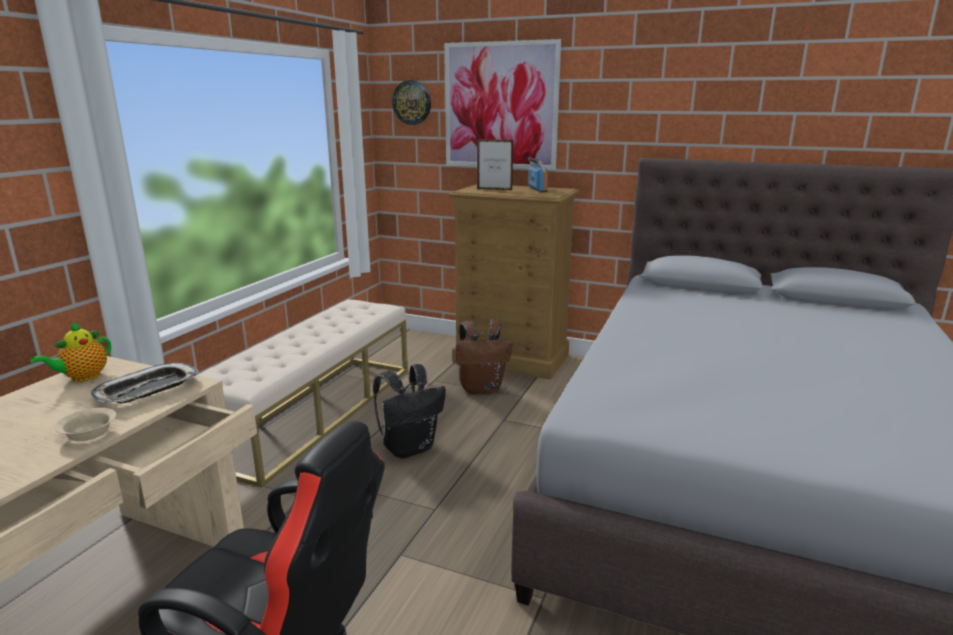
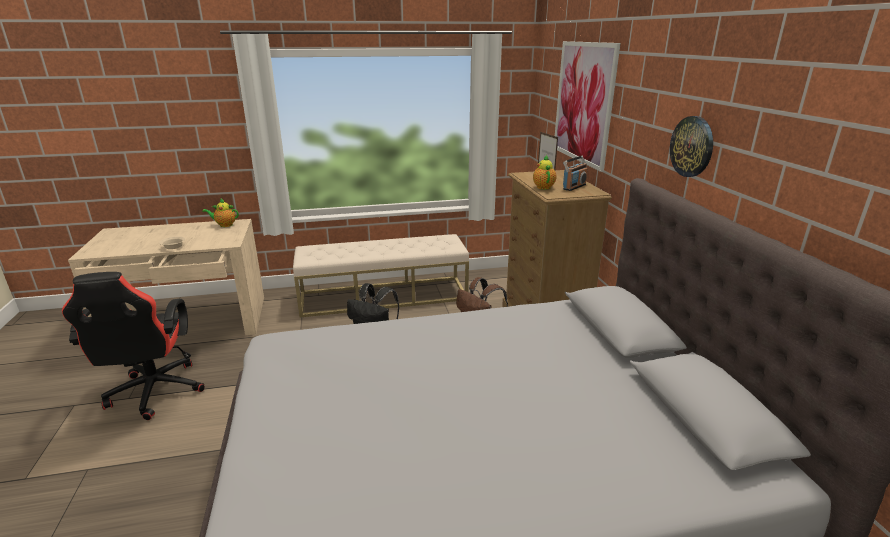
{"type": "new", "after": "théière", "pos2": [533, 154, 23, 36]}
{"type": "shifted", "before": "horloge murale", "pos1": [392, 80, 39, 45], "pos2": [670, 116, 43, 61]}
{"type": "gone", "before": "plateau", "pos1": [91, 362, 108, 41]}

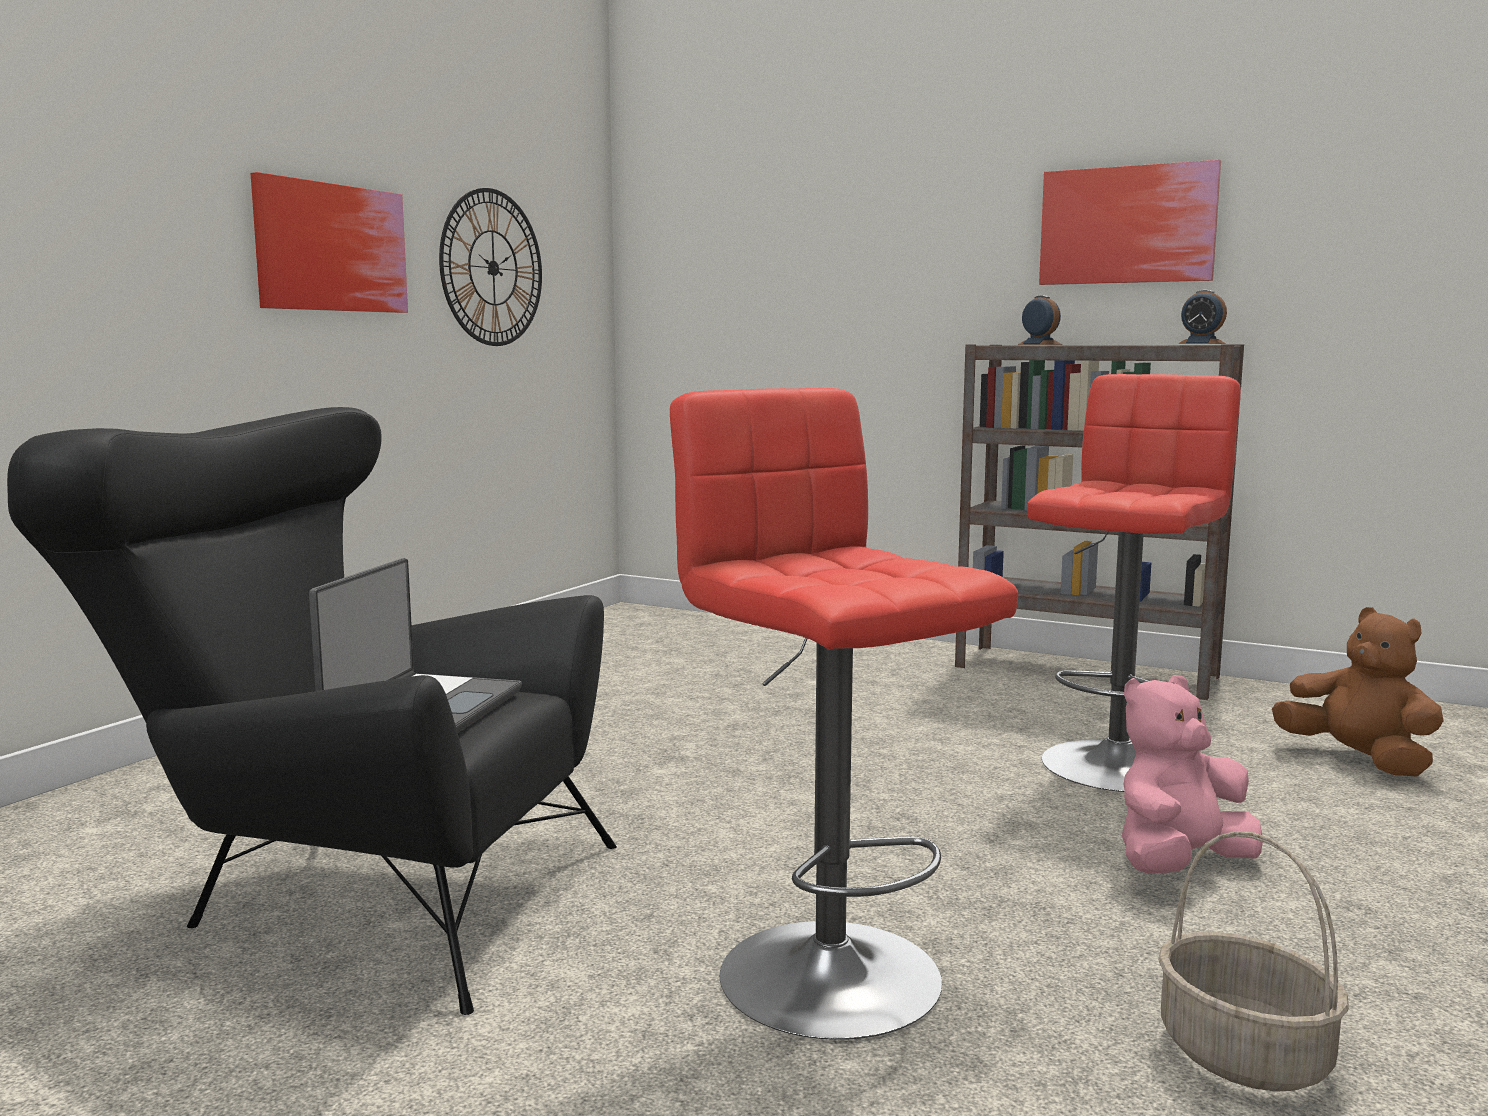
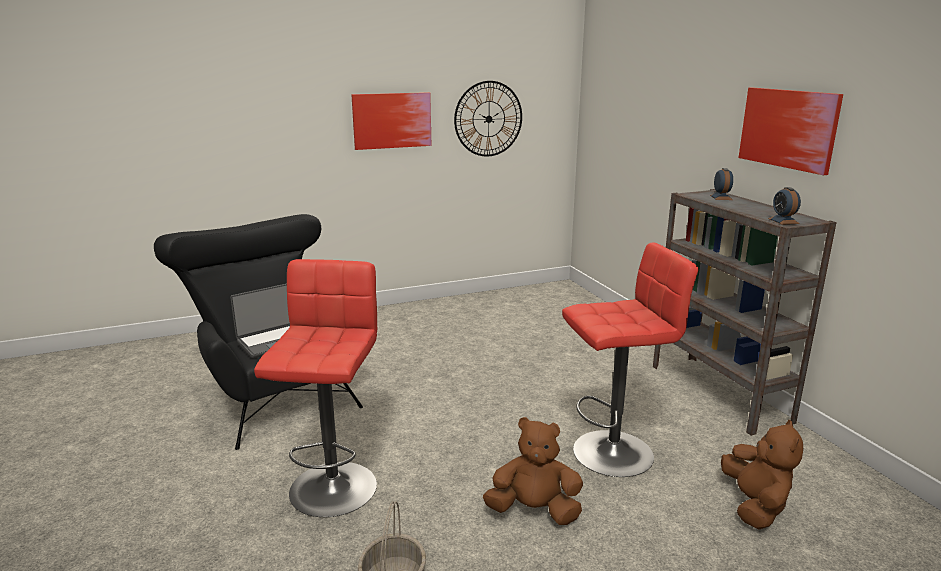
{"type": "repainted", "before": "peluche [rose]", "after": "peluche [marron]", "pos1": [1122, 675, 141, 199], "pos2": [483, 417, 100, 108]}

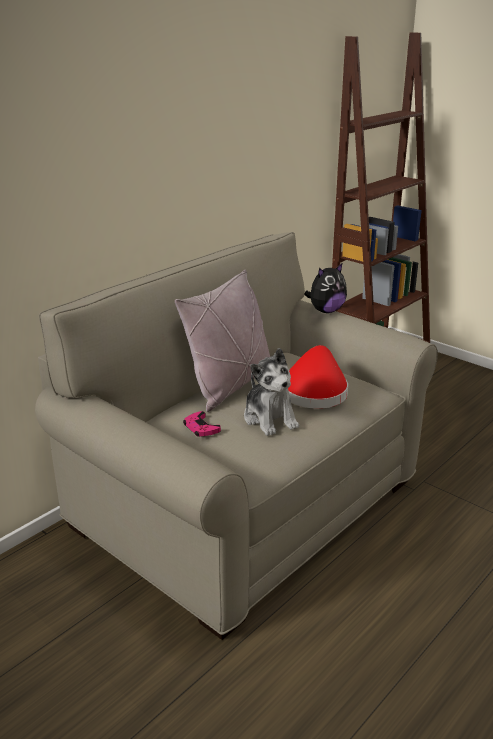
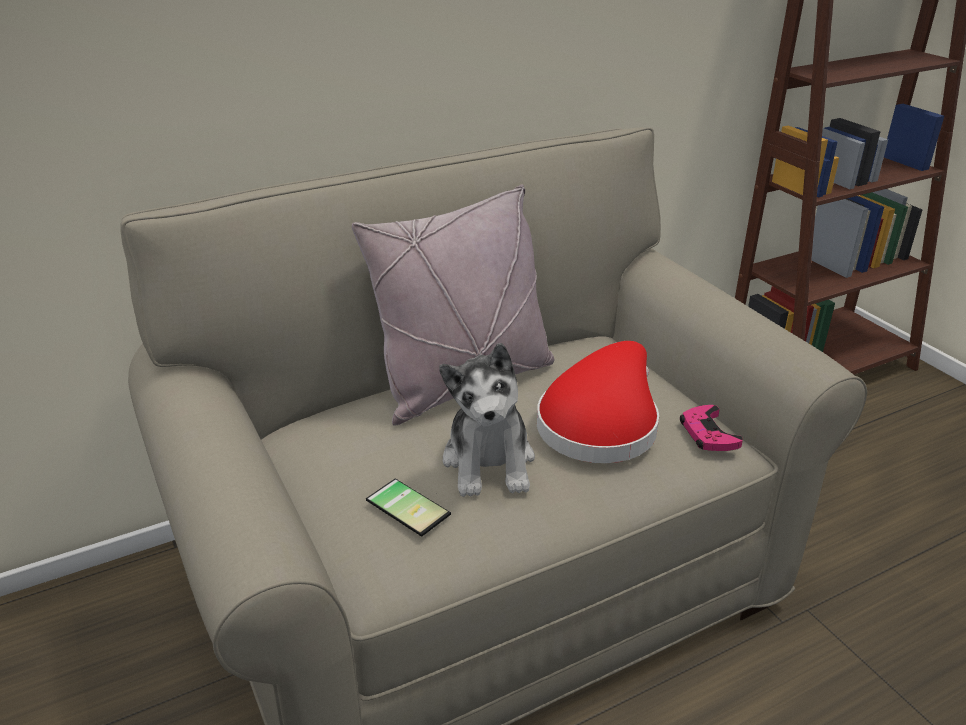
{"type": "new", "after": "téléphone", "pos2": [366, 478, 85, 59]}
{"type": "shifted", "before": "manette [rose]", "pos1": [183, 411, 38, 26], "pos2": [680, 405, 63, 46]}
{"type": "gone", "before": "peluche", "pos1": [304, 263, 43, 50]}

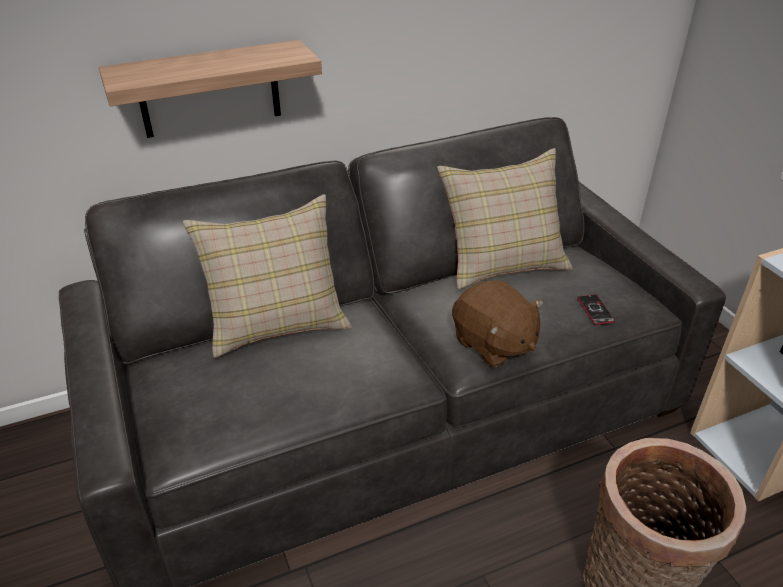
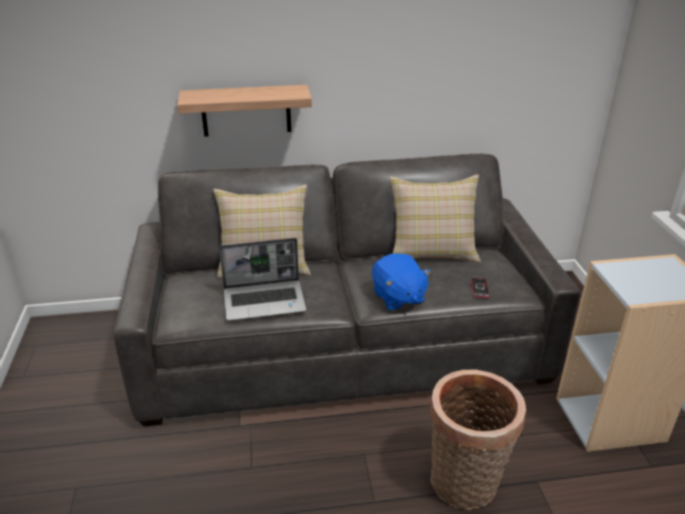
{"type": "new", "after": "ordinateur portable", "pos2": [219, 238, 88, 83]}
{"type": "repainted", "before": "peluche [marron]", "after": "peluche [bleu]", "pos1": [452, 280, 92, 87], "pos2": [372, 253, 59, 58]}

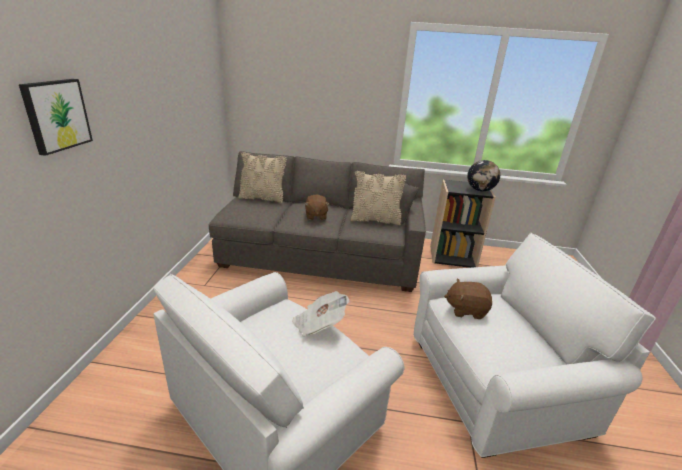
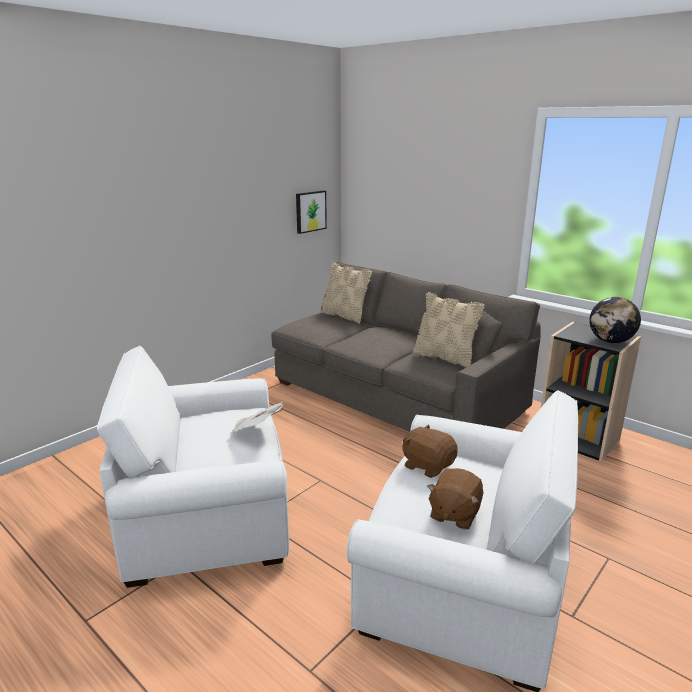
{"type": "shifted", "before": "tableau", "pos1": [19, 79, 74, 77], "pos2": [296, 190, 31, 44]}
{"type": "shifted", "before": "peluche [marron]", "pos1": [305, 194, 24, 26], "pos2": [427, 468, 57, 62]}

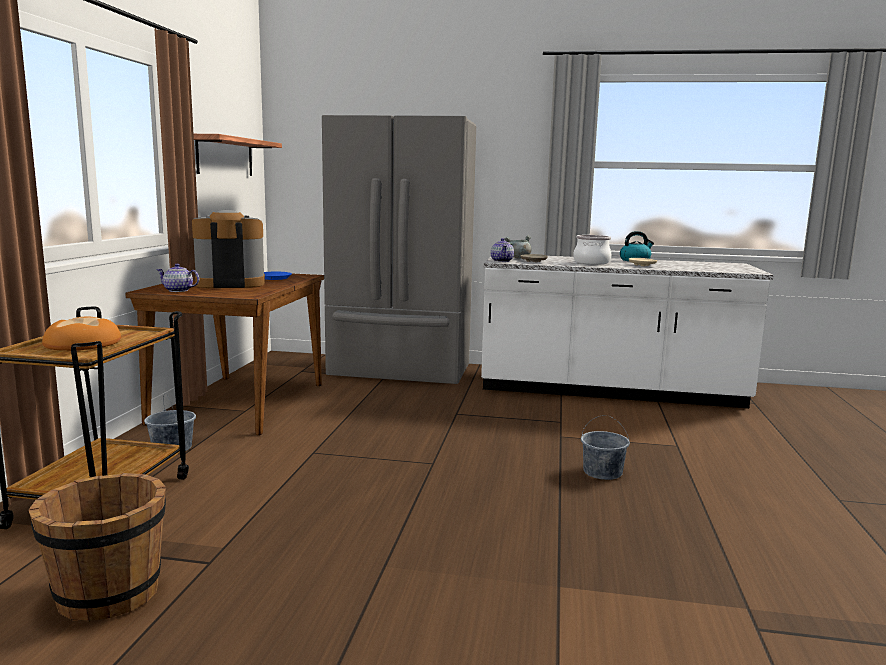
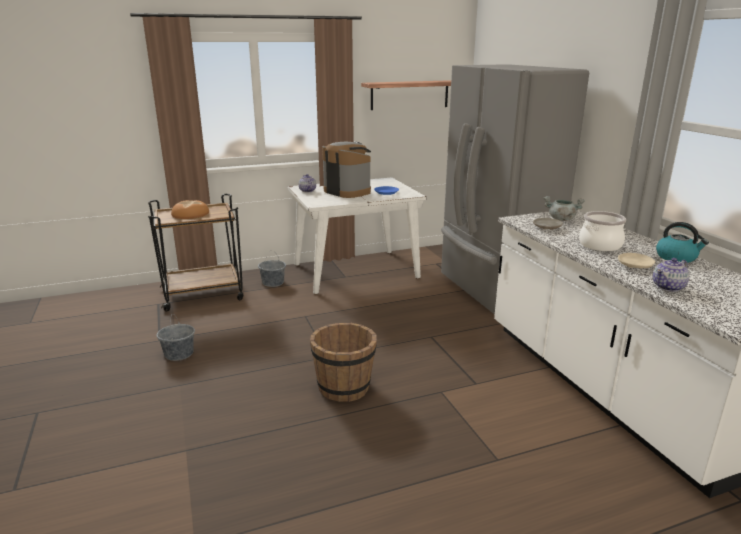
{"type": "shifted", "before": "seau [gris]", "pos1": [581, 415, 49, 65], "pos2": [157, 317, 38, 44]}
{"type": "repainted", "before": "table à manger [marron]", "after": "table à manger [blanc]", "pos1": [125, 274, 199, 161], "pos2": [288, 177, 138, 117]}
{"type": "shifted", "before": "seau [marron]", "pos1": [28, 473, 138, 148], "pos2": [310, 323, 67, 79]}
{"type": "shifted", "before": "théière", "pos1": [490, 238, 24, 24], "pos2": [653, 258, 37, 34]}

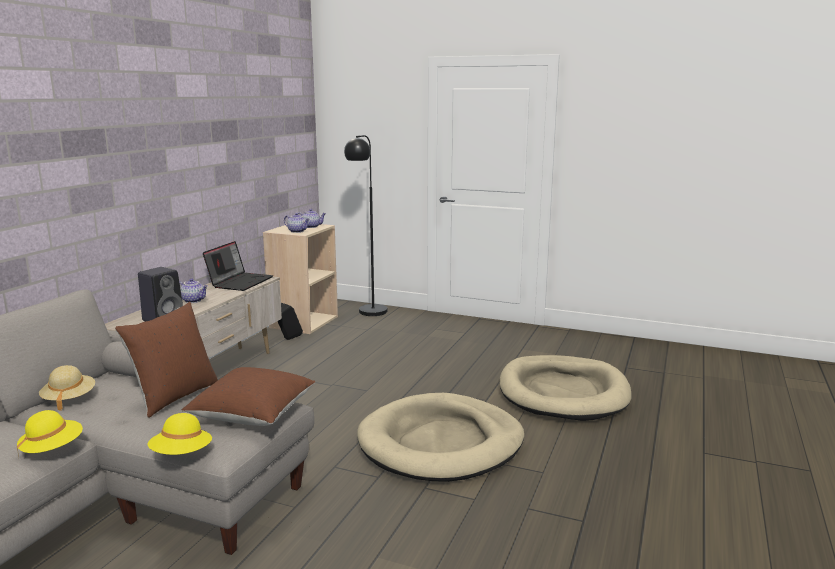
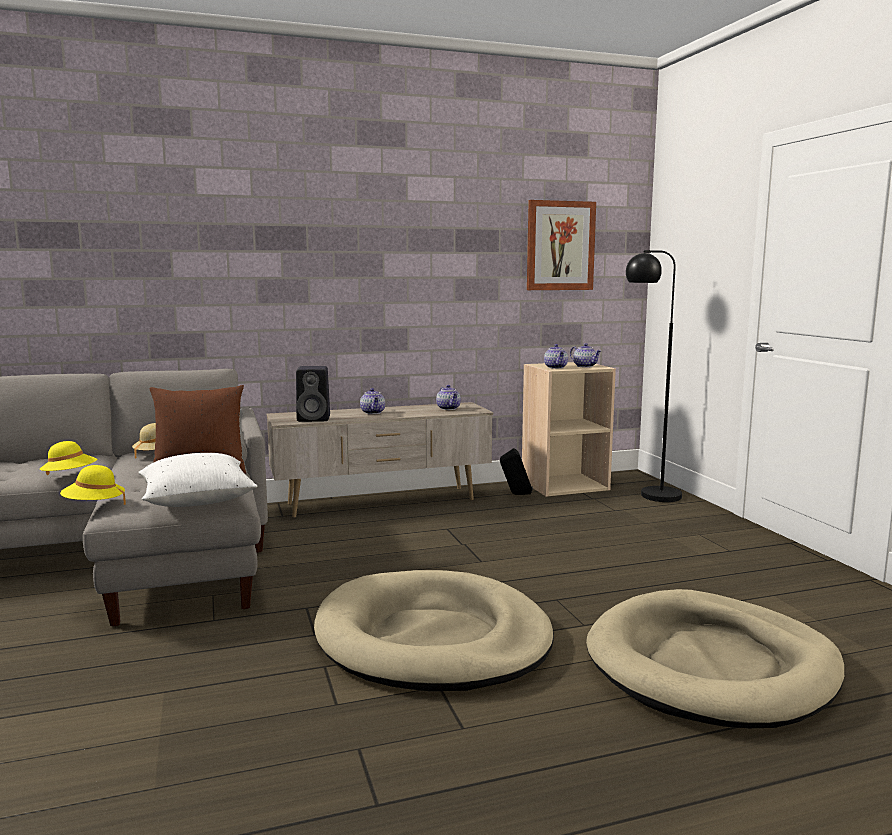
{"type": "repainted", "before": "coussin [marron]", "after": "coussin [blanc]", "pos1": [182, 367, 134, 59], "pos2": [138, 453, 119, 54]}
{"type": "swapped", "before": "ordinateur portable", "after": "théière", "pos1": [203, 241, 70, 50], "pos2": [436, 385, 25, 25]}
{"type": "new", "after": "tableau", "pos2": [527, 200, 69, 90]}

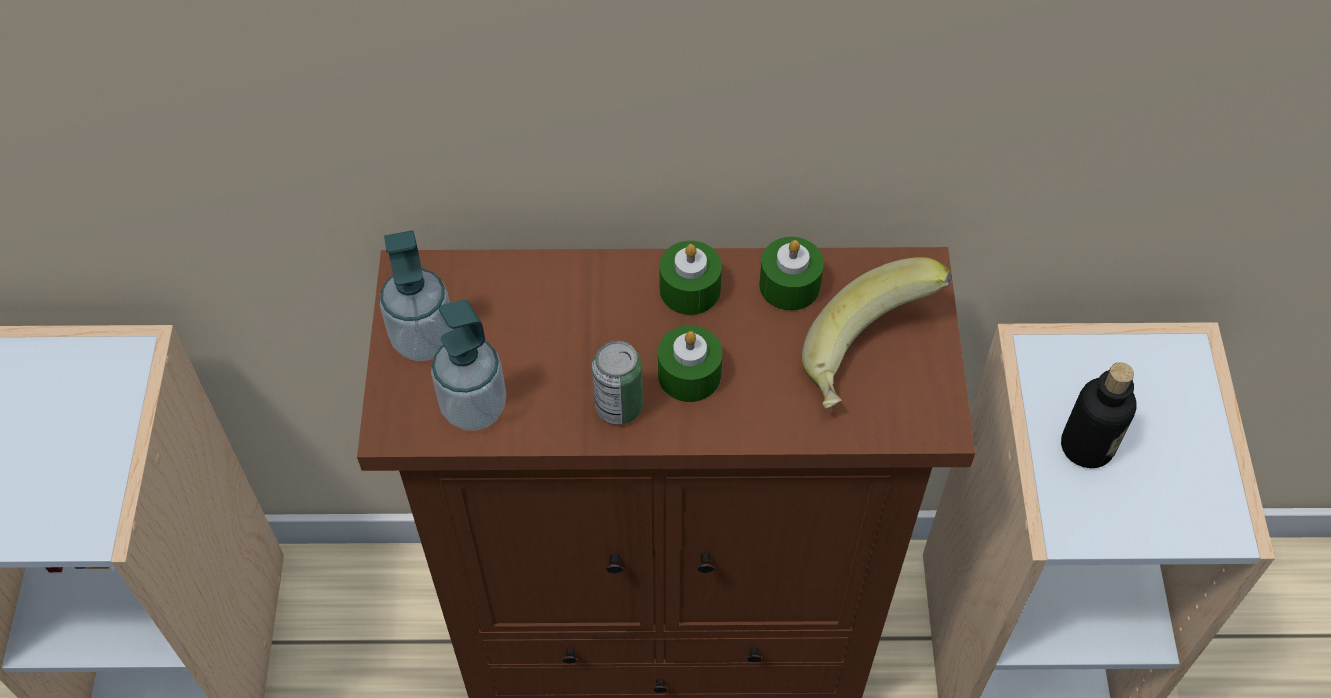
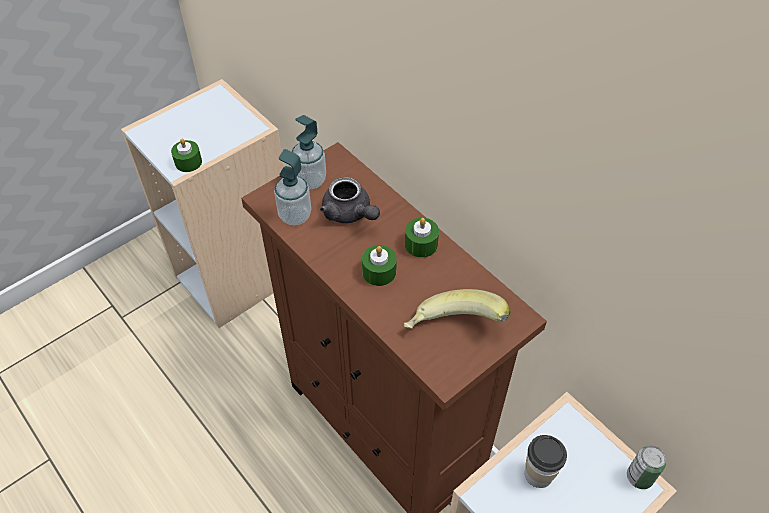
{"type": "shifted", "before": "bougie [vert]", "pos1": [759, 237, 65, 74], "pos2": [171, 139, 31, 33]}
{"type": "new", "after": "théière [gris]", "pos2": [320, 177, 60, 46]}
{"type": "swapped", "before": "bouteille", "after": "tasse", "pos1": [1061, 362, 76, 106], "pos2": [525, 435, 42, 53]}
{"type": "shifted", "before": "boîte métallique", "pos1": [592, 341, 51, 84], "pos2": [627, 446, 39, 43]}

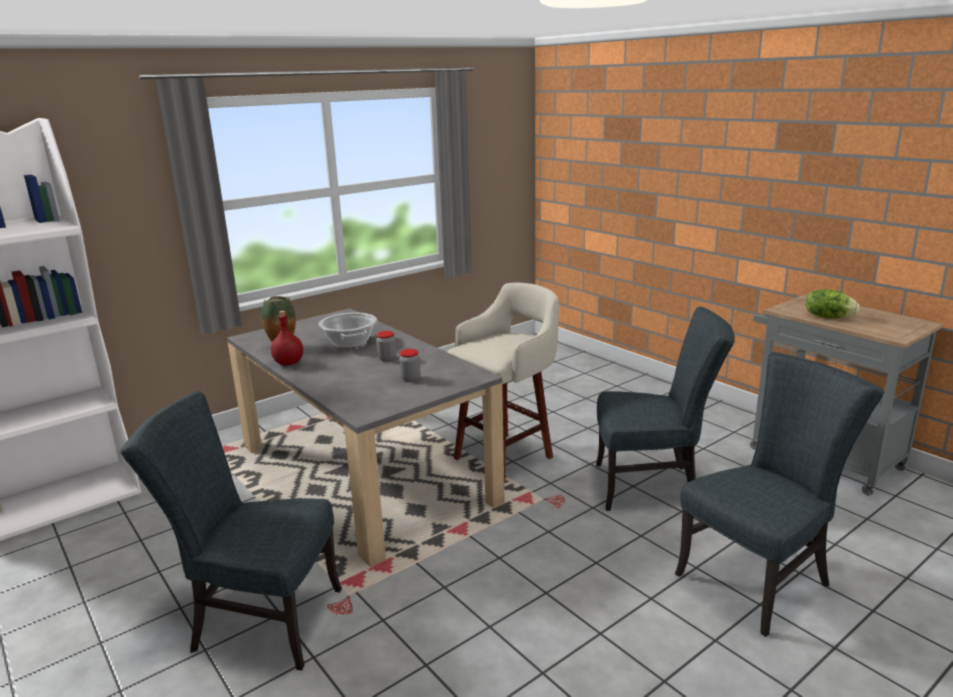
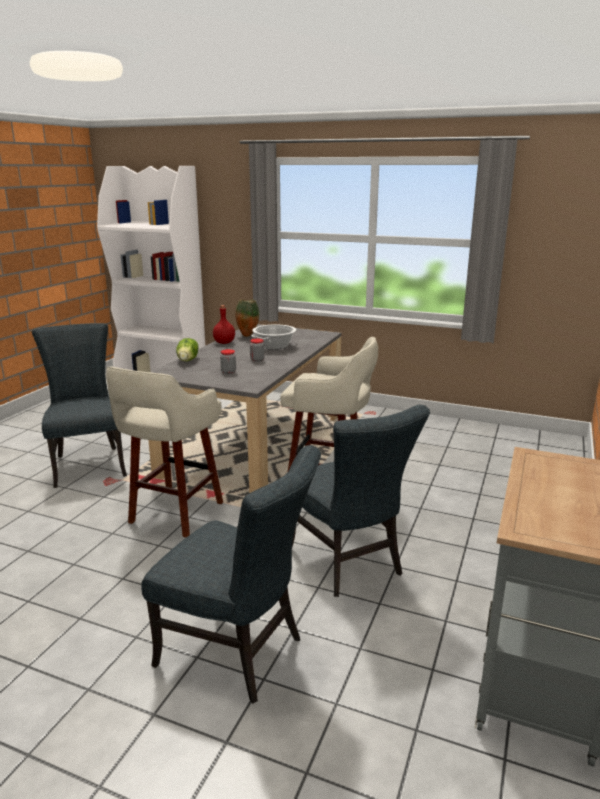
{"type": "new", "after": "tabouret [beige]", "pos2": [106, 366, 117, 171]}
{"type": "shifted", "before": "laitue", "pos1": [806, 289, 53, 29], "pos2": [176, 338, 23, 23]}

